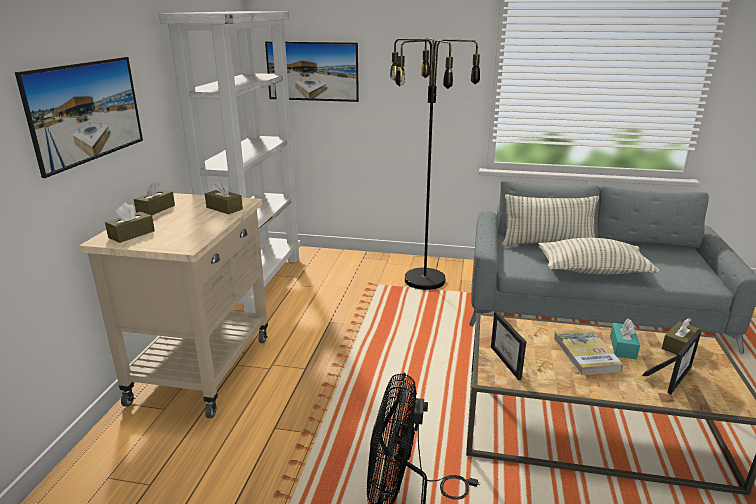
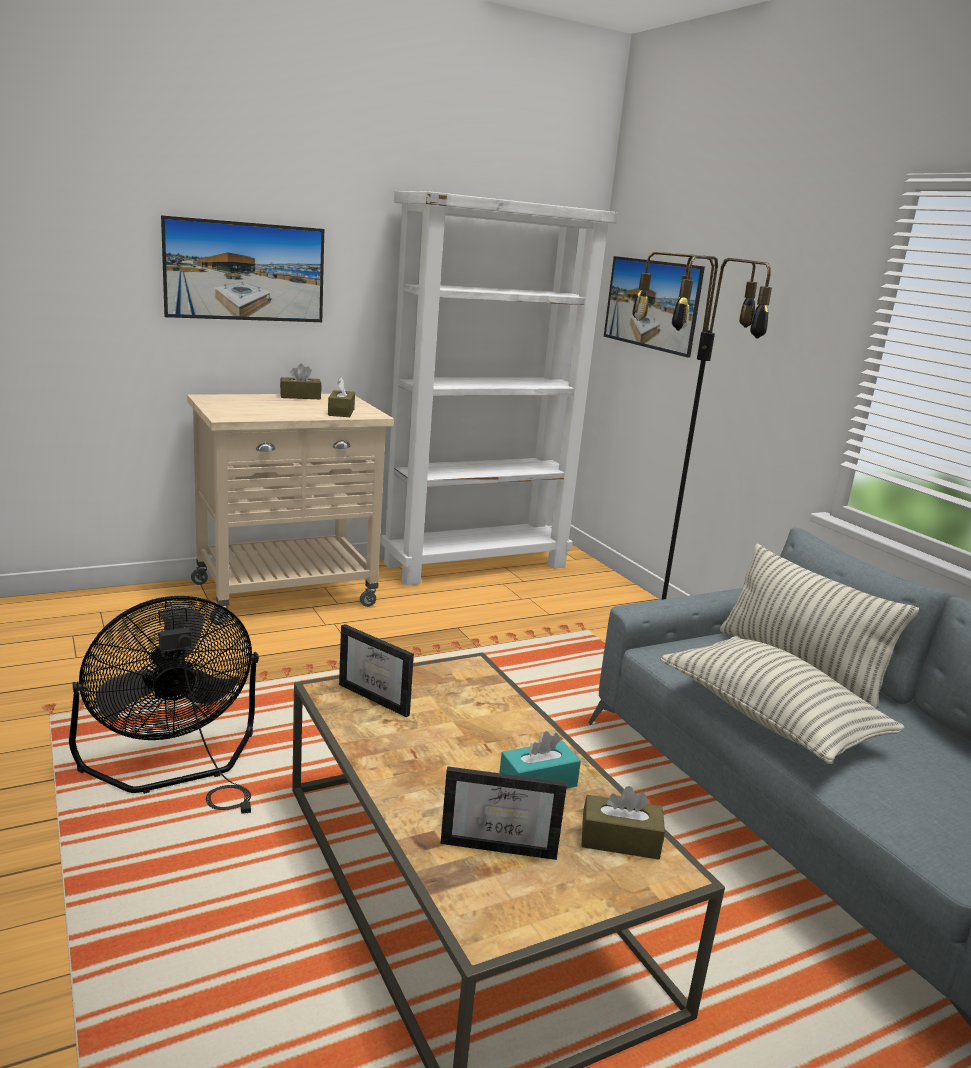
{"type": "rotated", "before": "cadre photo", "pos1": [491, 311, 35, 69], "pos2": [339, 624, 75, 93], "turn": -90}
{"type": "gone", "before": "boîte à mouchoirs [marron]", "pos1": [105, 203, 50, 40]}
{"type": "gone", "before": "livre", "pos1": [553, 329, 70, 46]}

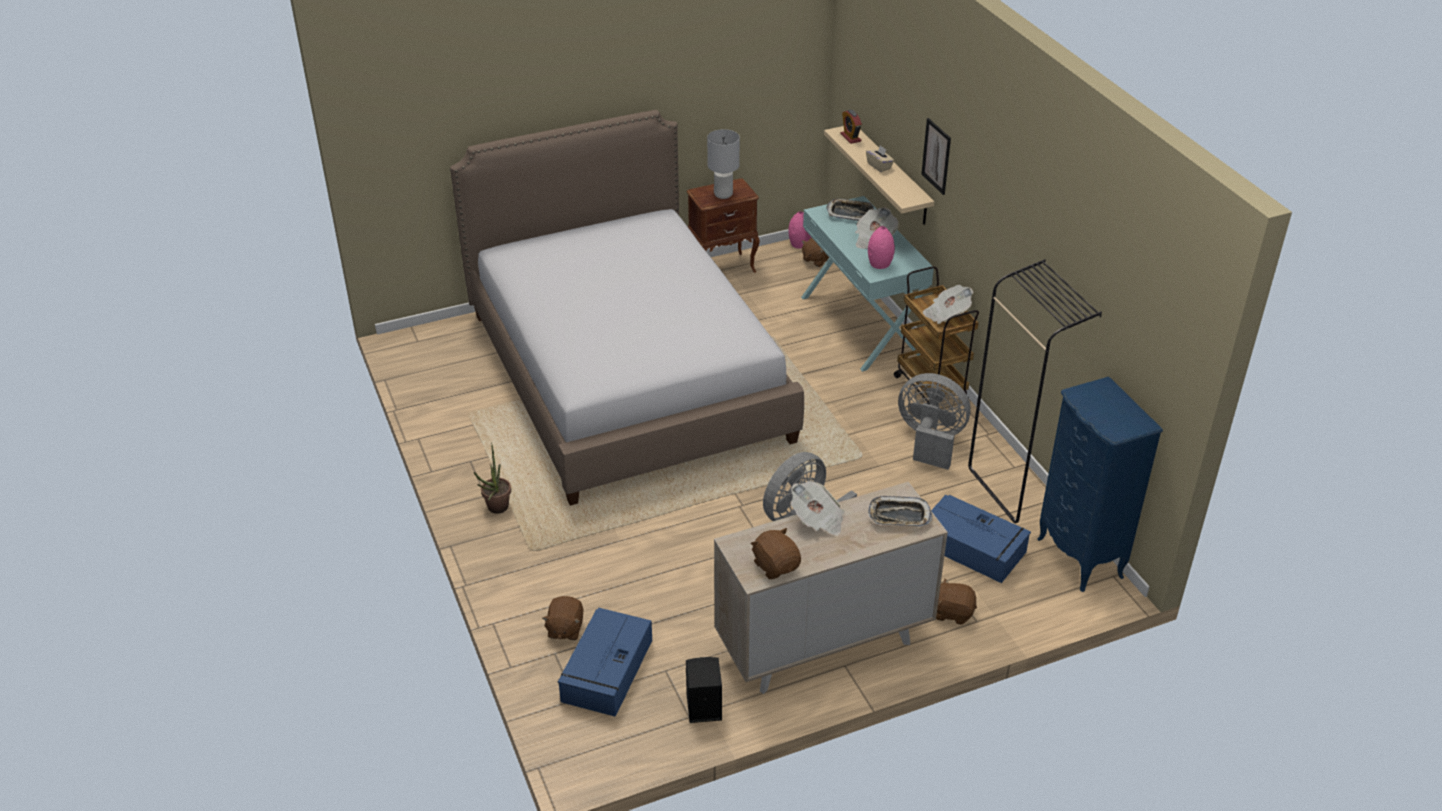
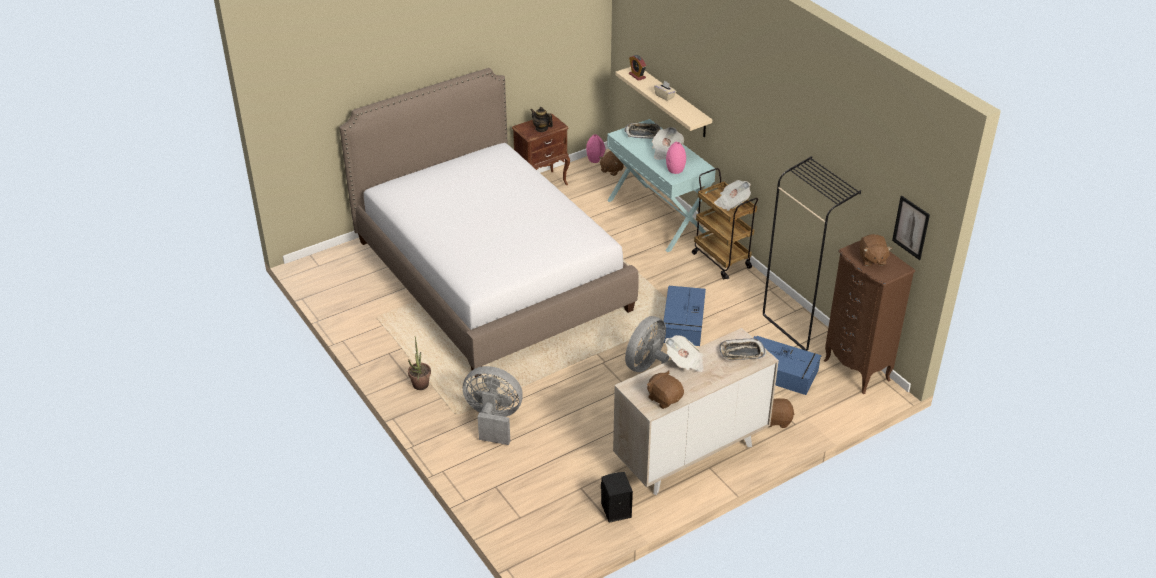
{"type": "shifted", "before": "ventilateur [gris]", "pos1": [898, 373, 73, 97], "pos2": [463, 366, 60, 79]}
{"type": "swapped", "before": "lampe de table [gris]", "after": "théière", "pos1": [707, 129, 33, 70], "pos2": [531, 107, 22, 25]}
{"type": "shifted", "before": "boîte de rangement [bleu]", "pos1": [558, 607, 94, 110], "pos2": [663, 286, 43, 60]}
{"type": "repainted", "before": "commode [bleu]", "after": "commode [marron]", "pos1": [1037, 377, 126, 215], "pos2": [824, 240, 91, 154]}
{"type": "shifted", "before": "peluche [marron]", "pos1": [542, 596, 42, 44], "pos2": [860, 234, 32, 32]}
{"type": "shifted", "before": "tableau", "pos1": [921, 118, 30, 77], "pos2": [892, 196, 38, 64]}

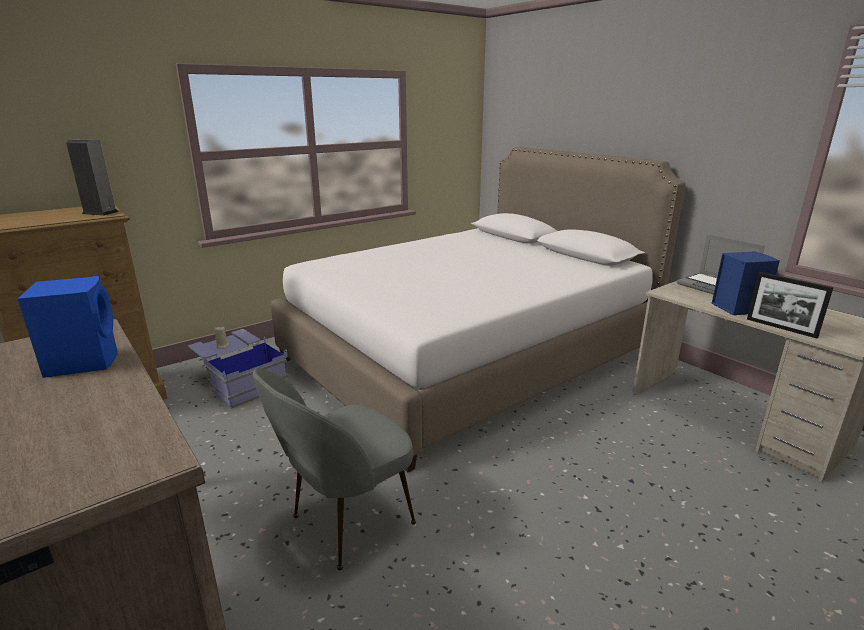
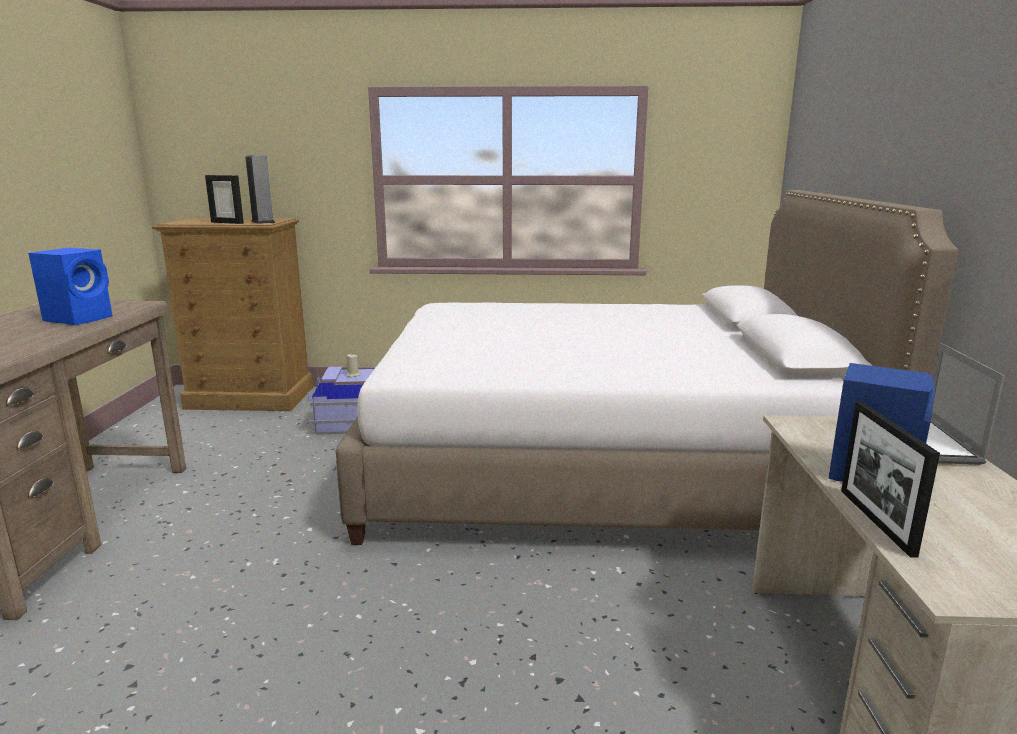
{"type": "new", "after": "cadre photo", "pos2": [205, 175, 39, 49]}
{"type": "gone", "before": "chaise [gris]", "pos1": [253, 368, 163, 202]}

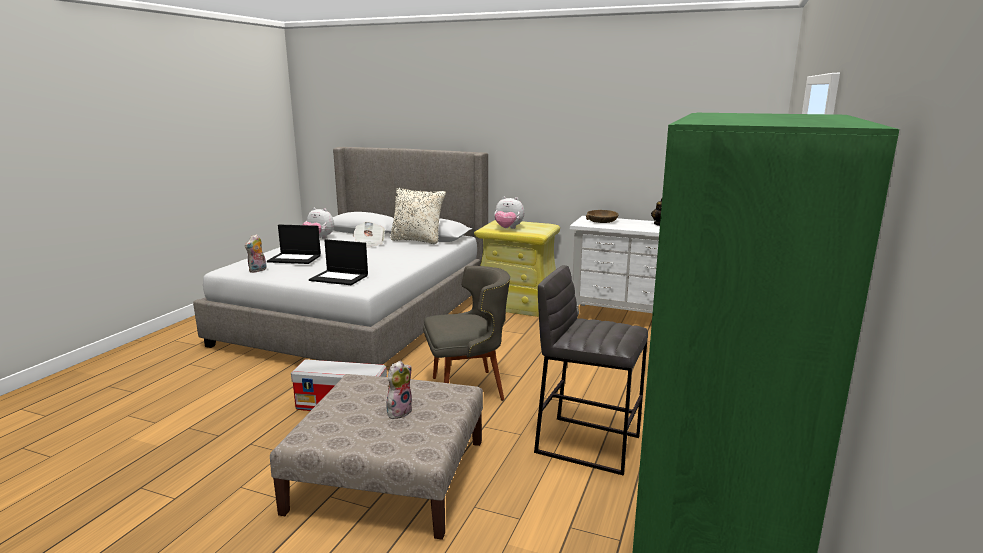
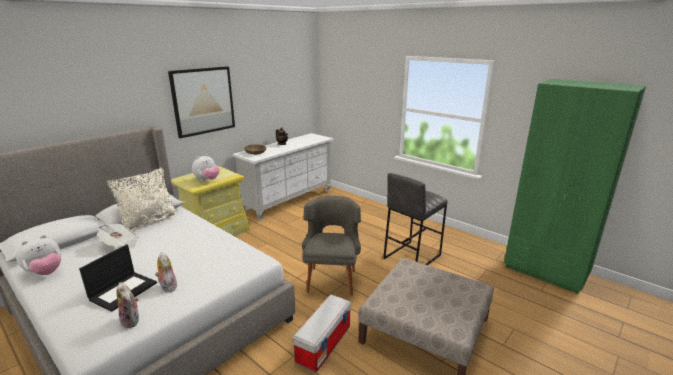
{"type": "shifted", "before": "peluche", "pos1": [386, 361, 26, 58], "pos2": [155, 252, 22, 41]}
{"type": "new", "after": "tableau", "pos2": [168, 66, 67, 72]}
{"type": "gone", "before": "ordinateur portable", "pos1": [309, 239, 59, 46]}

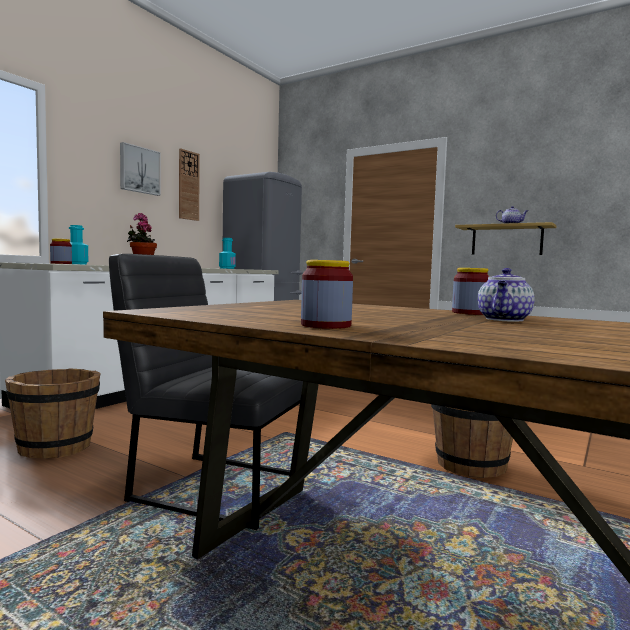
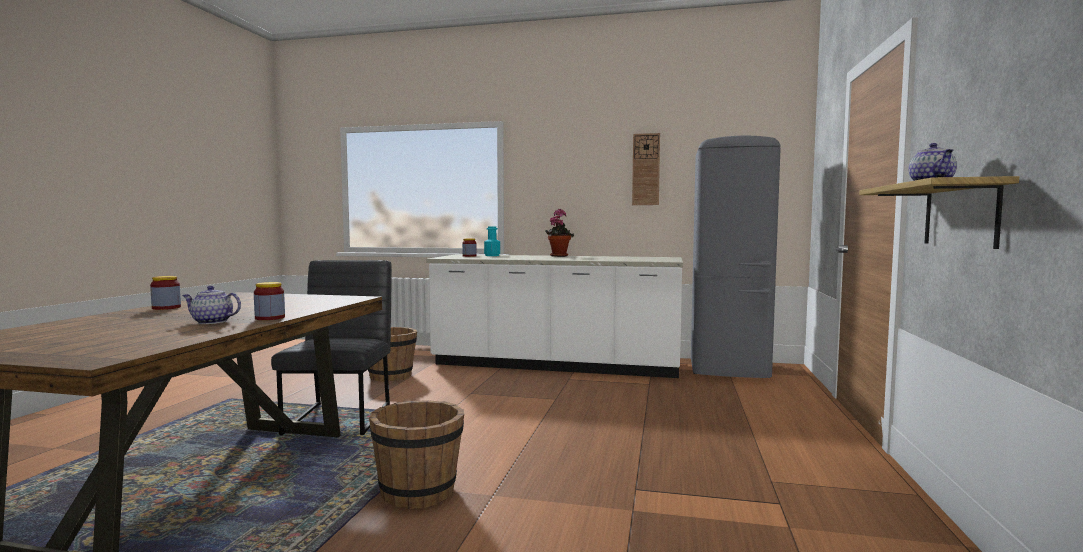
{"type": "gone", "before": "tableau", "pos1": [120, 142, 41, 54]}
{"type": "gone", "before": "bouteille [turquoise]", "pos1": [219, 238, 17, 31]}

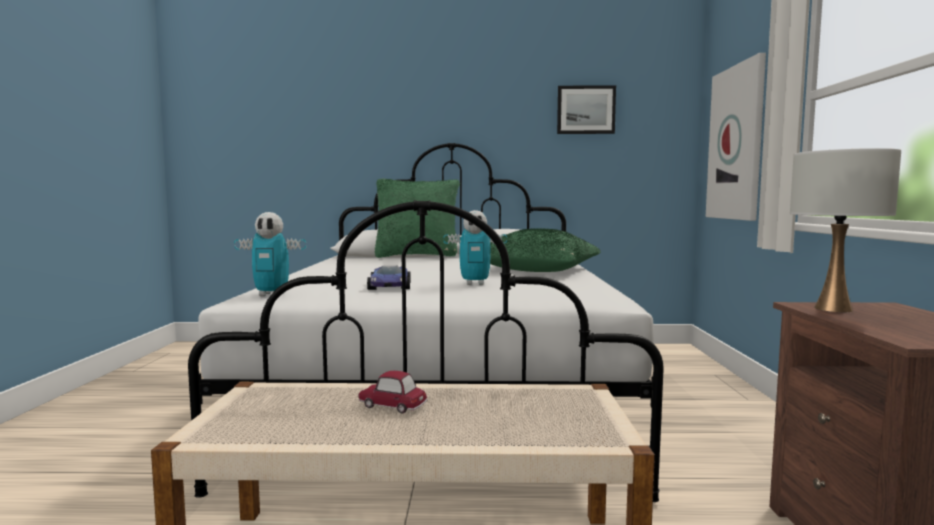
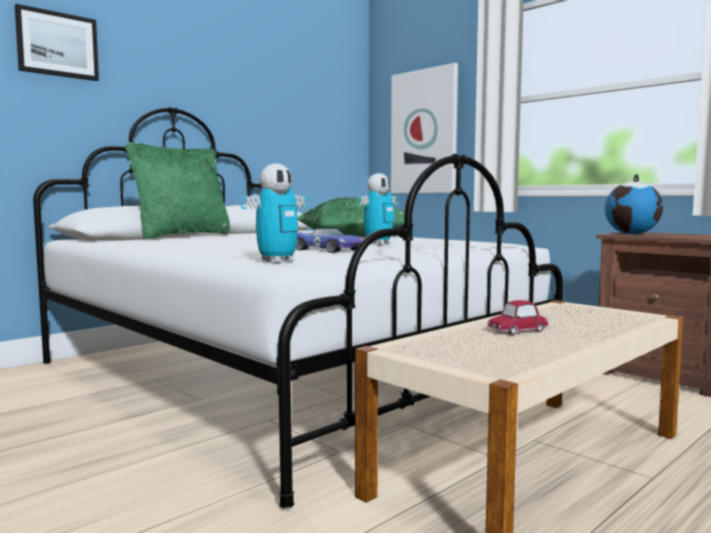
{"type": "shifted", "before": "tableau", "pos1": [557, 85, 59, 49], "pos2": [15, 4, 84, 77]}
{"type": "swapped", "before": "lampe de table [blanc]", "after": "globe", "pos1": [790, 148, 111, 164], "pos2": [605, 174, 58, 61]}

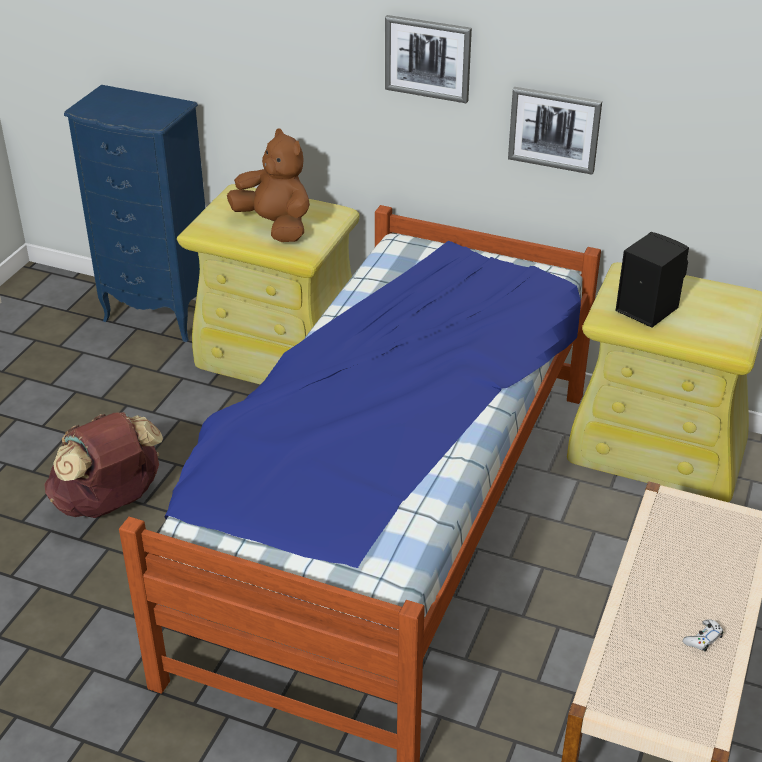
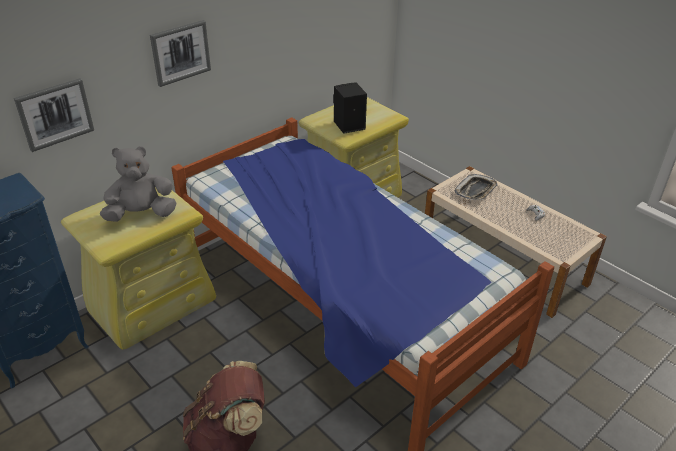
{"type": "shifted", "before": "tableau", "pos1": [508, 87, 94, 88], "pos2": [14, 78, 80, 74]}
{"type": "repainted", "before": "peluche [marron]", "after": "peluche [gris]", "pos1": [227, 129, 83, 113], "pos2": [100, 146, 77, 76]}
{"type": "new", "after": "plateau", "pos2": [455, 174, 43, 26]}

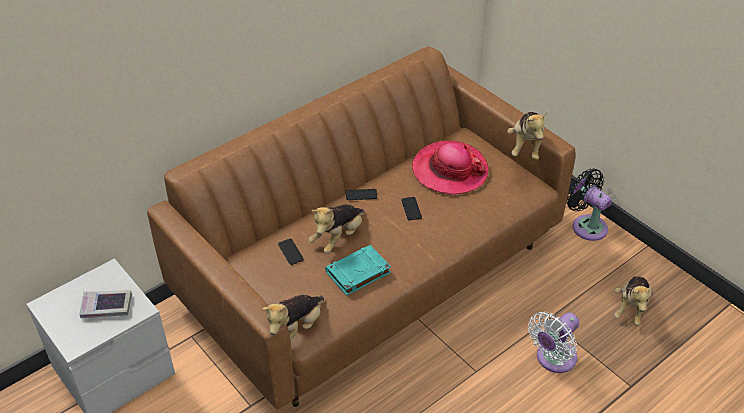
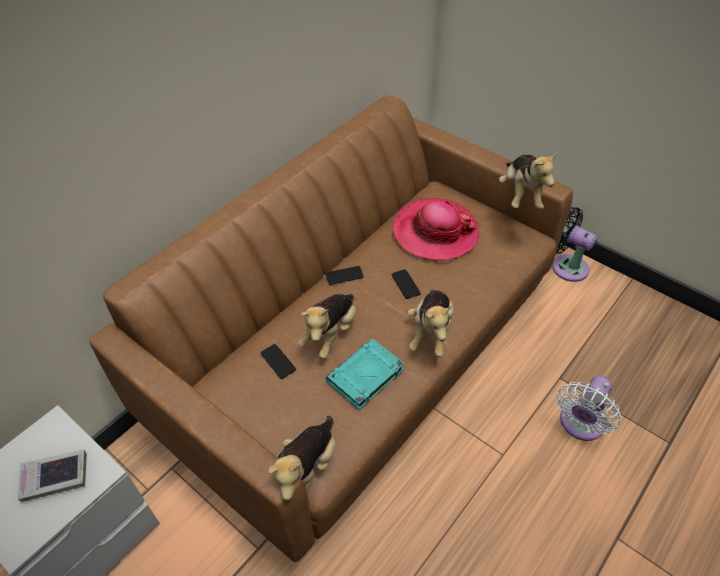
{"type": "shifted", "before": "peluche", "pos1": [614, 276, 40, 50], "pos2": [408, 290, 46, 68]}

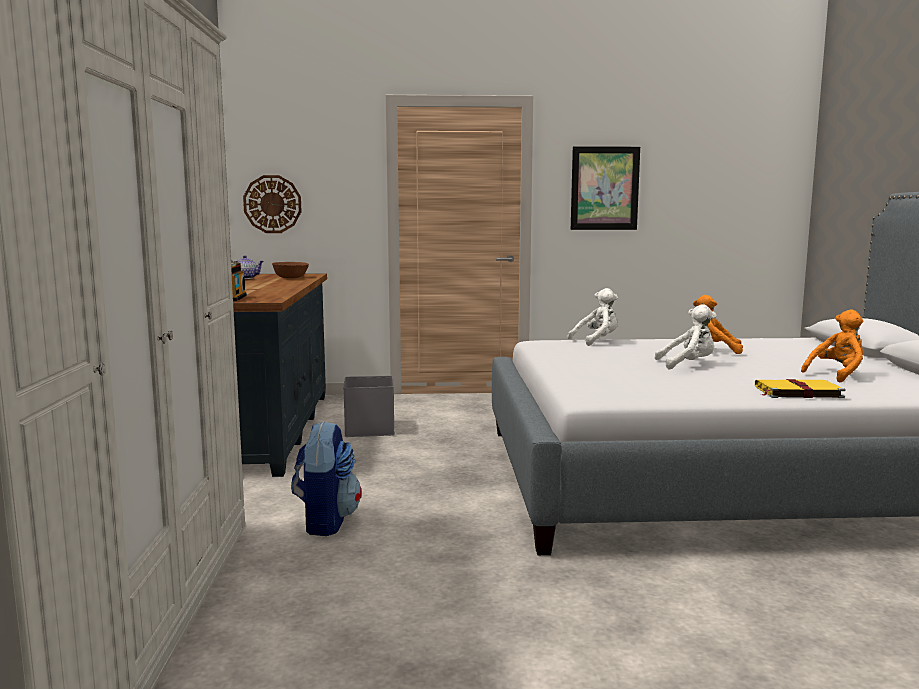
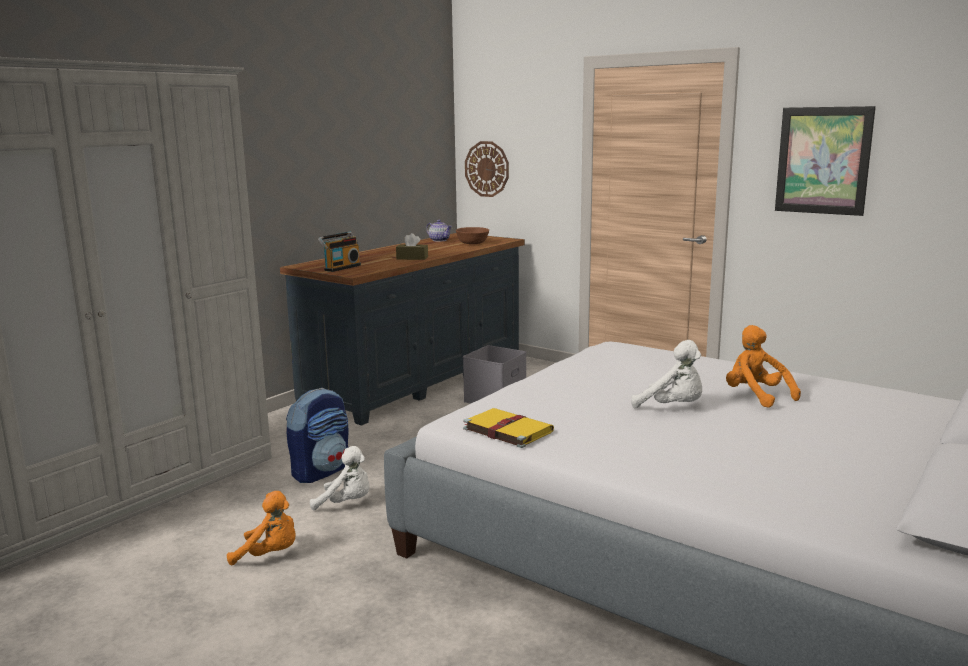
{"type": "shifted", "before": "peluche [orange]", "pos1": [801, 310, 62, 72], "pos2": [227, 491, 68, 75]}
{"type": "shifted", "before": "peluche [blanc]", "pos1": [567, 288, 51, 58], "pos2": [310, 446, 59, 65]}
{"type": "new", "after": "boîte à mouchoirs [marron]", "pos2": [396, 233, 32, 27]}
{"type": "shifted", "before": "livre [jaune]", "pos1": [755, 379, 91, 19], "pos2": [463, 408, 91, 40]}

